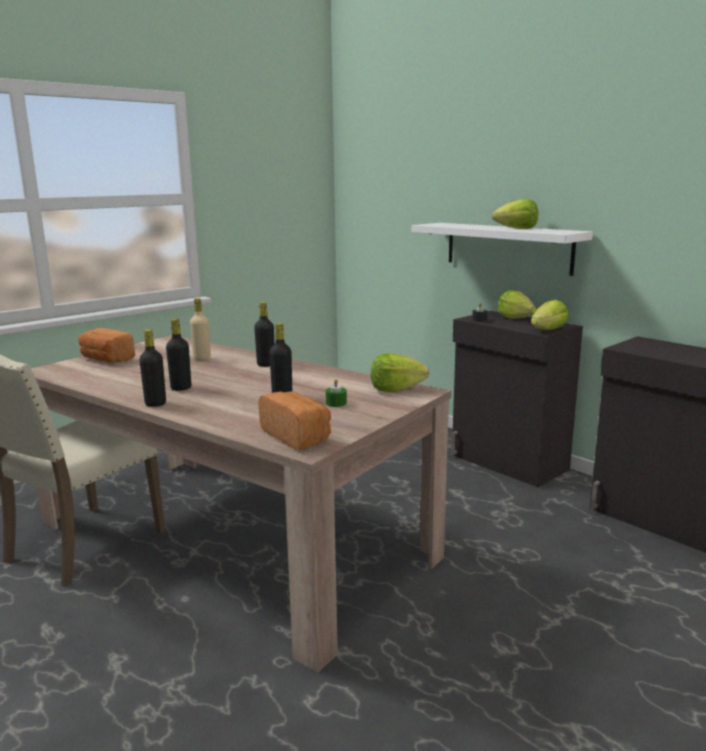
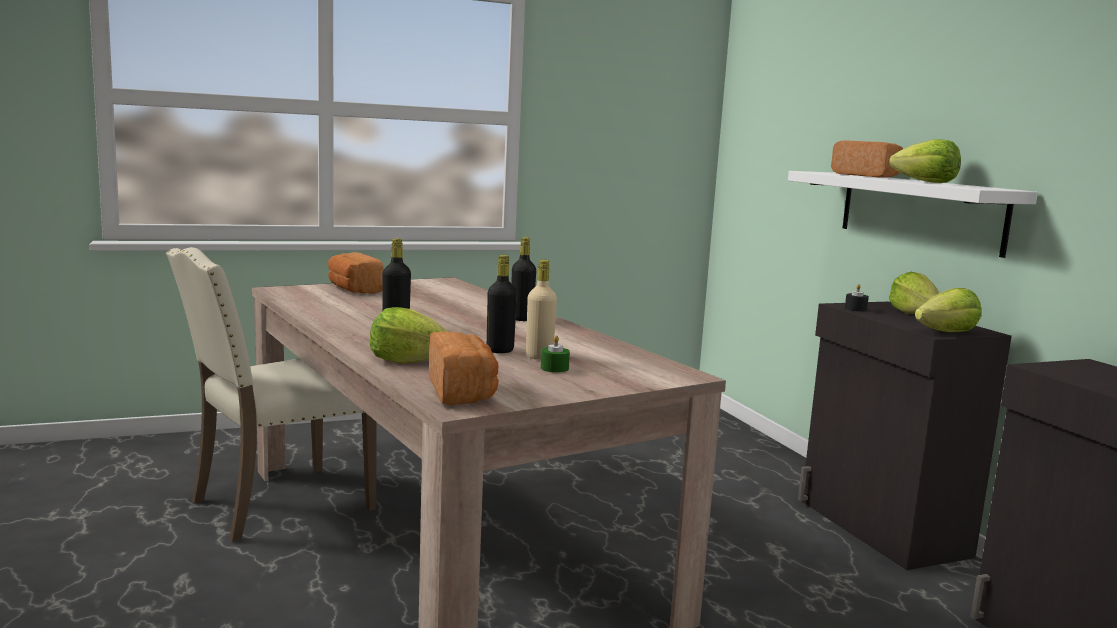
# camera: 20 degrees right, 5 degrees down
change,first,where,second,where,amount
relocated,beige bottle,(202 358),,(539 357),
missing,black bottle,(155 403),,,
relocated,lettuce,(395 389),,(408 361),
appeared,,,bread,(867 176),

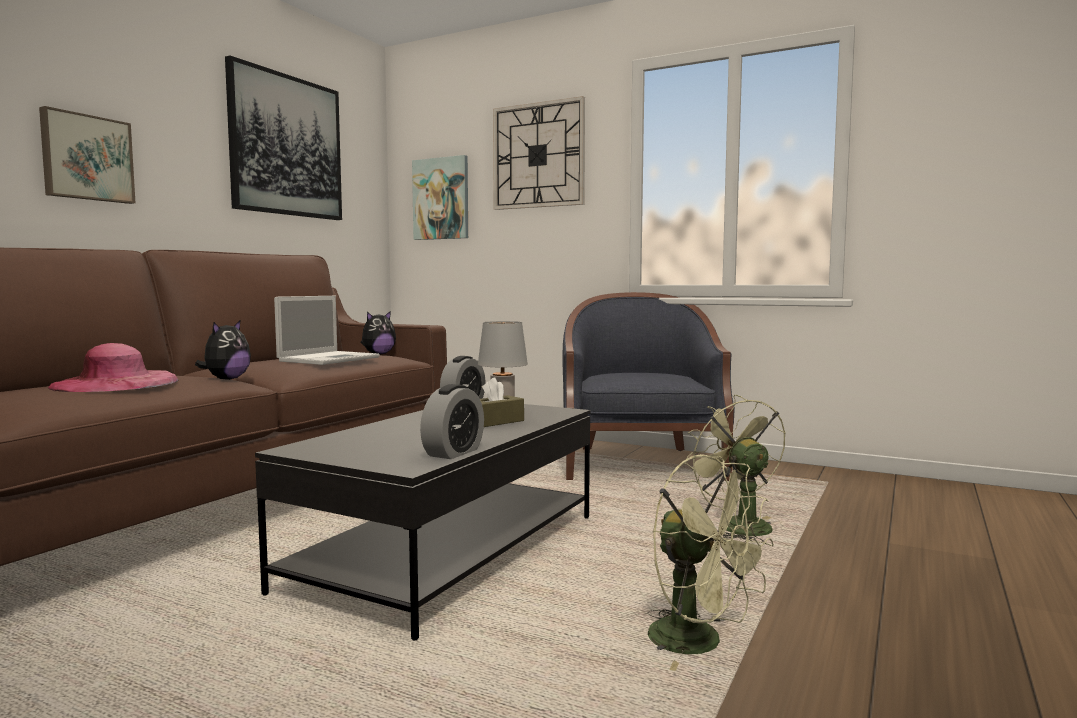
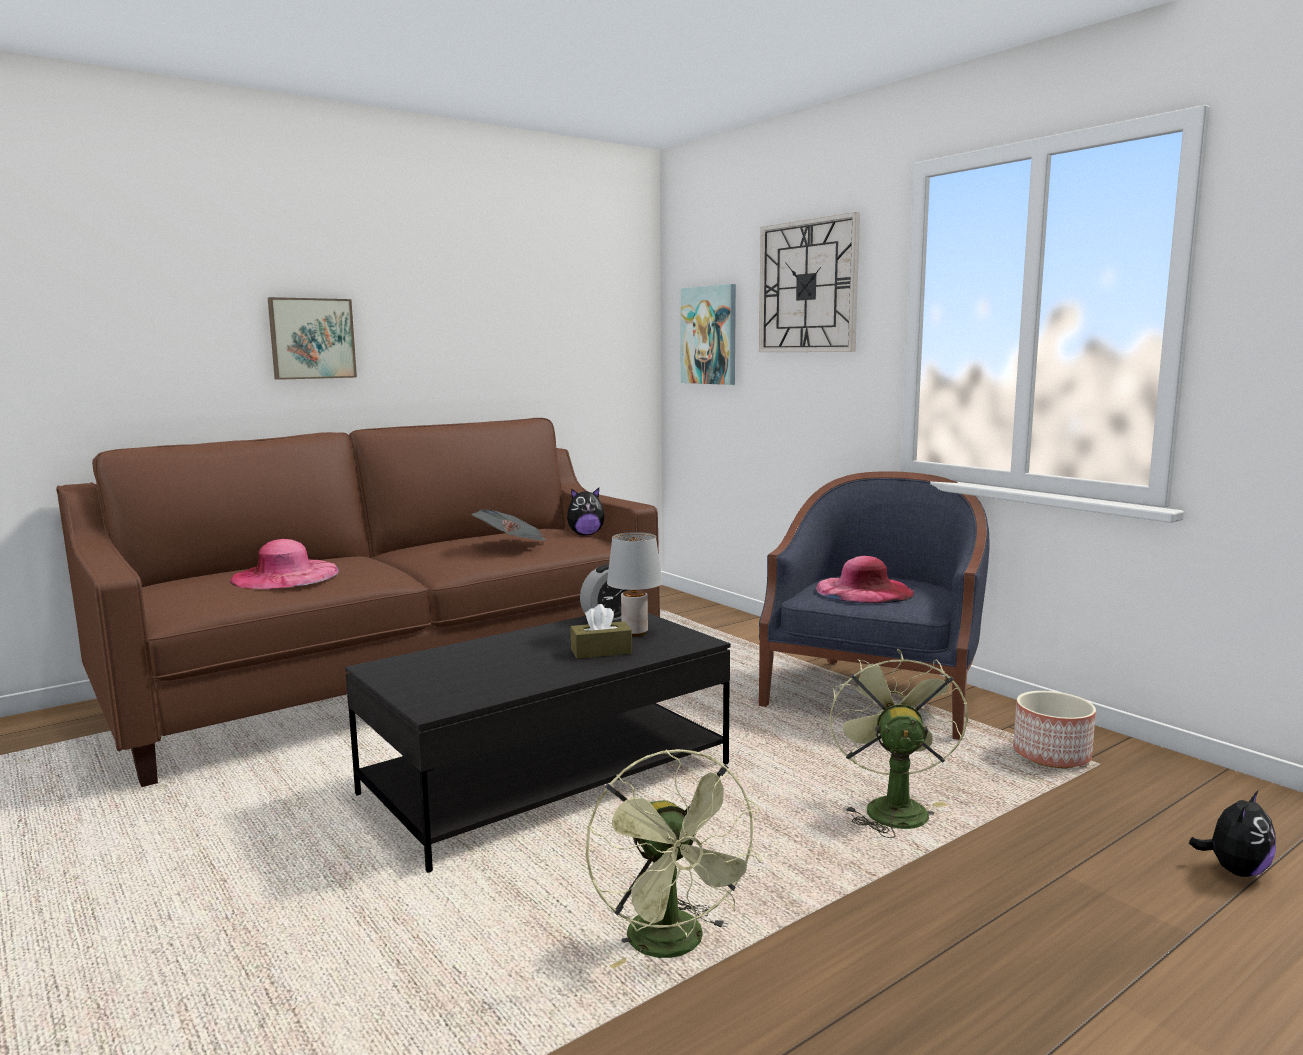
# camera: 25 degrees right, 5 degrees up
change,first,where,second,where,amount
missing,picture,(286 146),,,
exchanged,laptop,(330 359),newspaper,(513 546),
relocated,plush toy,(226 379),,(1234 870),
missing,alarm clock,(453 452),,,
appeared,,,pink hat,(864 590),
appeared,,,planter,(1052 756),

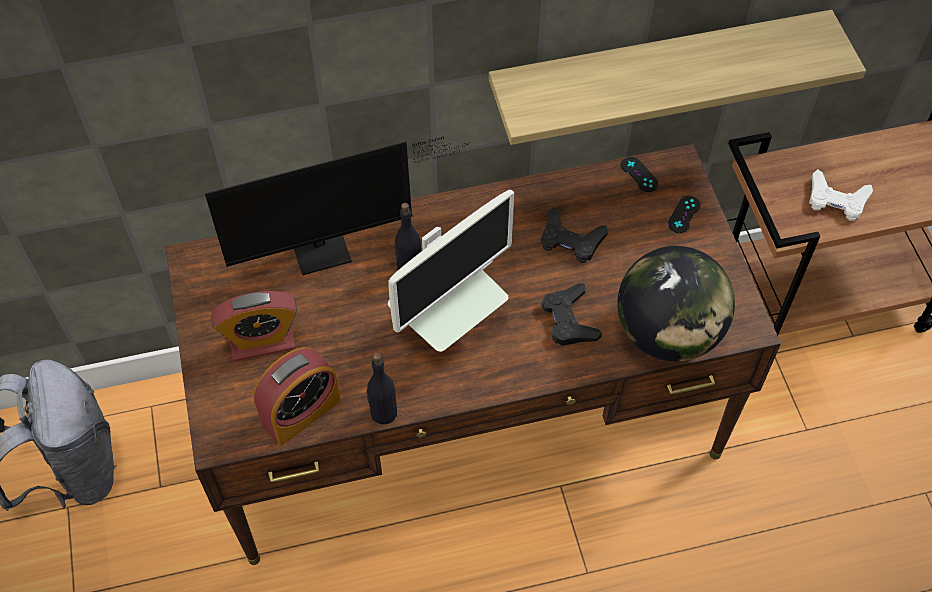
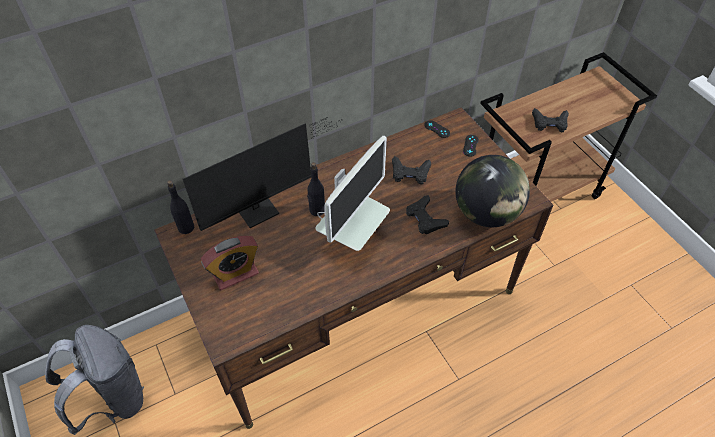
# camera: 15 degrees left, 5 degrees down
change,first,where,second,where,amount
missing,shelf,(657 70),,,
colour,white game controller,(836 200),black game controller,(549 123),
missing,alarm clock,(301 412),,,
relocated,black bottle,(383 413),,(186 228),

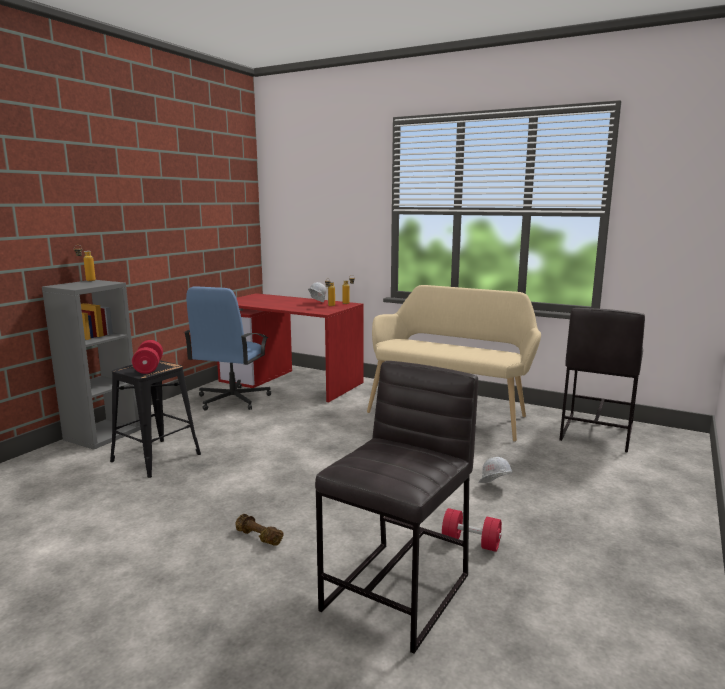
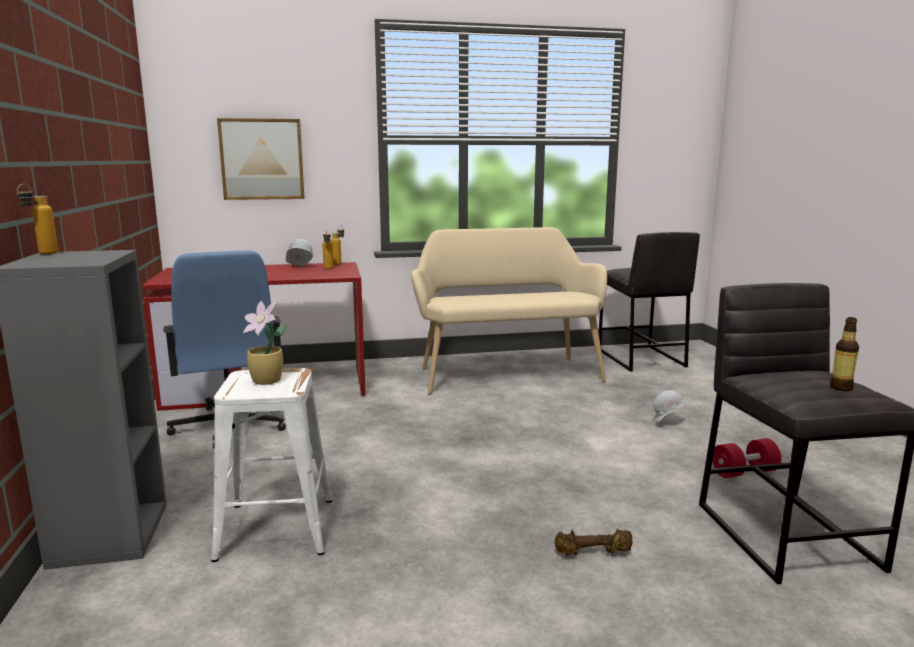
# camera: 40 degrees left, 0 degrees up
change,first,where,second,where,amount
exchanged,red dumbbell,(149 367),potted plant,(267 381),
colour,black stool,(155 457),white stool,(275 528),
appeared,,,picture,(262 159),
appeared,,,bottle,(841 388),

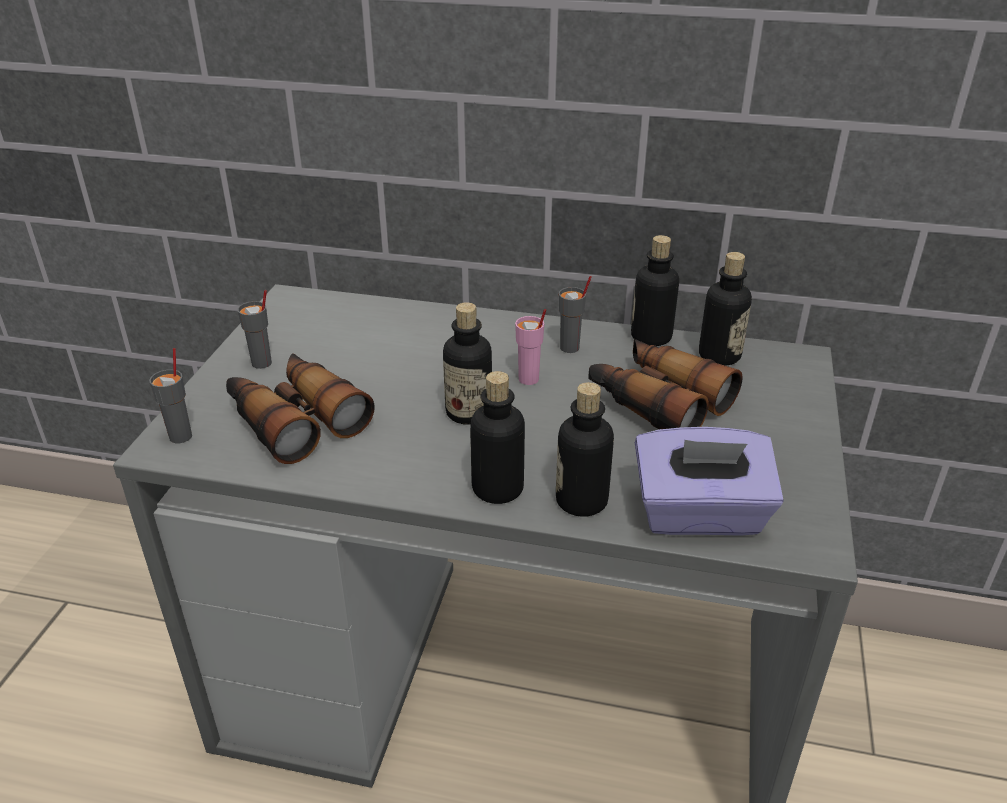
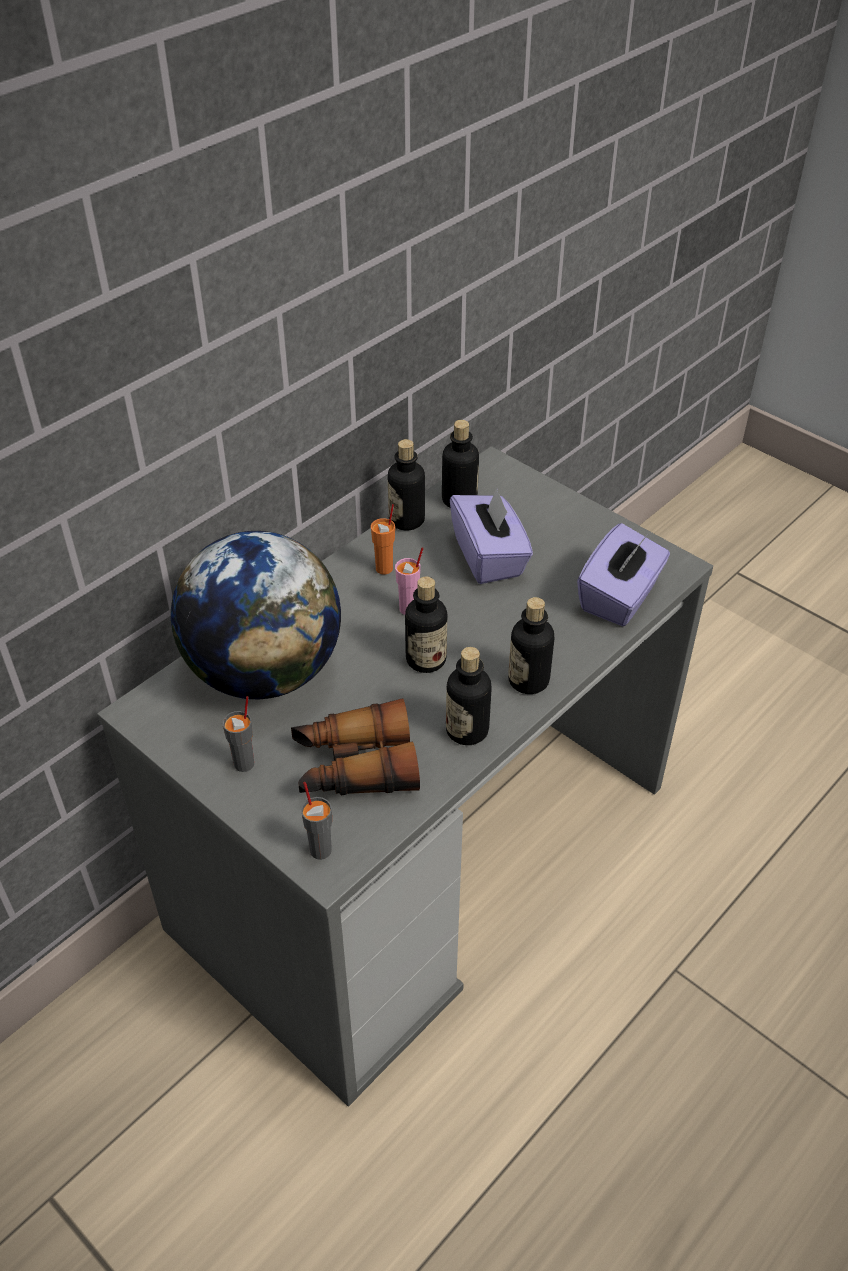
# camera: 60 degrees left, 10 degrees up
change,first,where,second,where,amount
colour,grey cup,(570 348),orange cup,(385 568),
exchanged,binoculars,(657 401),purple tissue box,(489 557),
relocated,bottle,(581 501),,(467 730),
appeared,,,globe,(265 672),

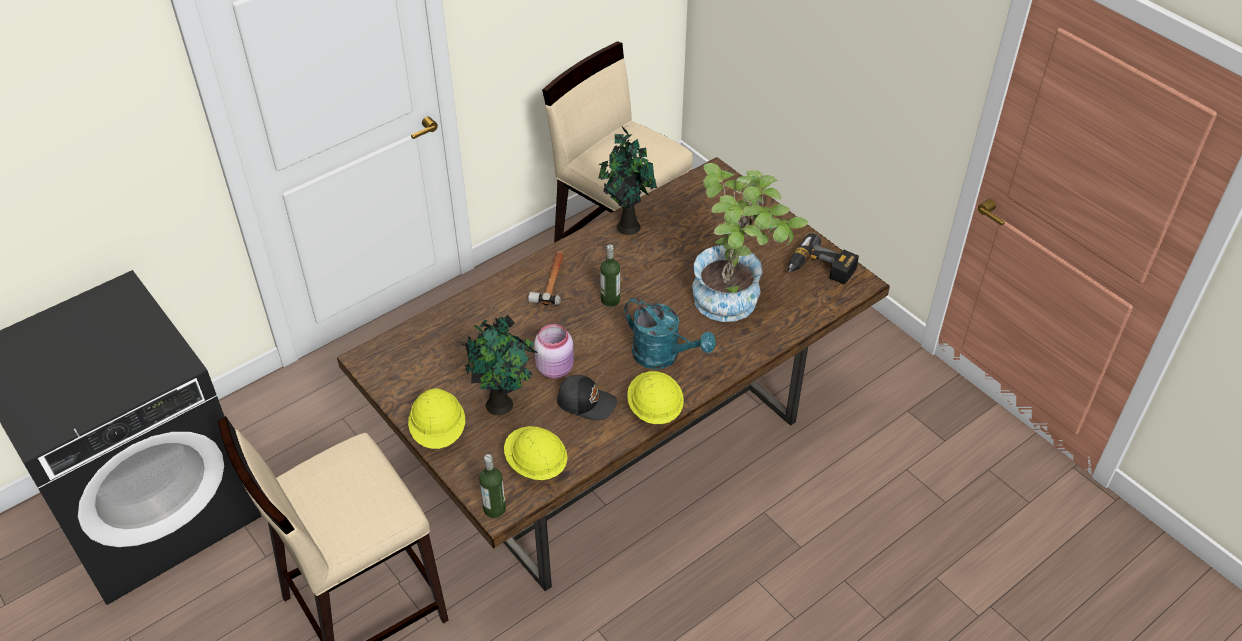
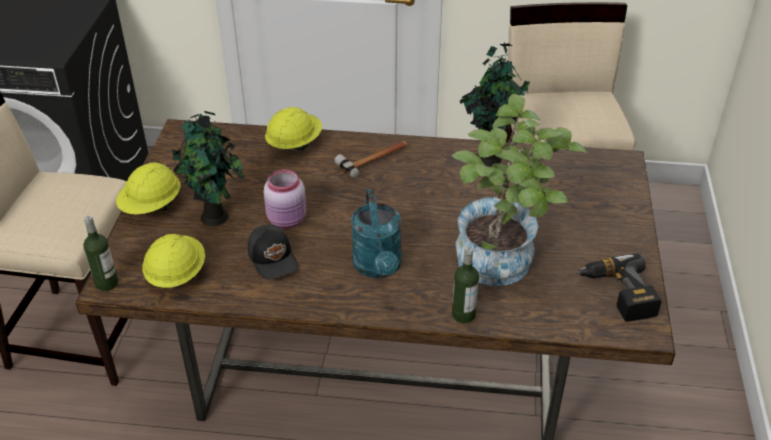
# camera: 45 degrees right, 5 degrees down
change,first,where,second,where,amount
relocated,bottle,(610 300),,(463 315),
relocated,yellow hard hat,(654 409),,(294 144),

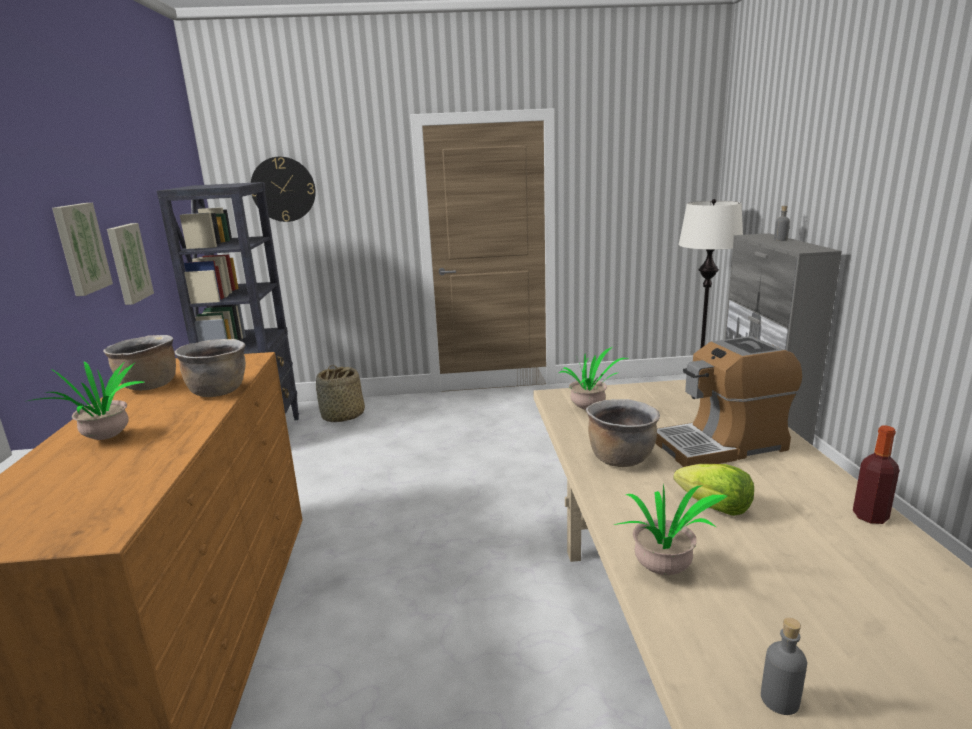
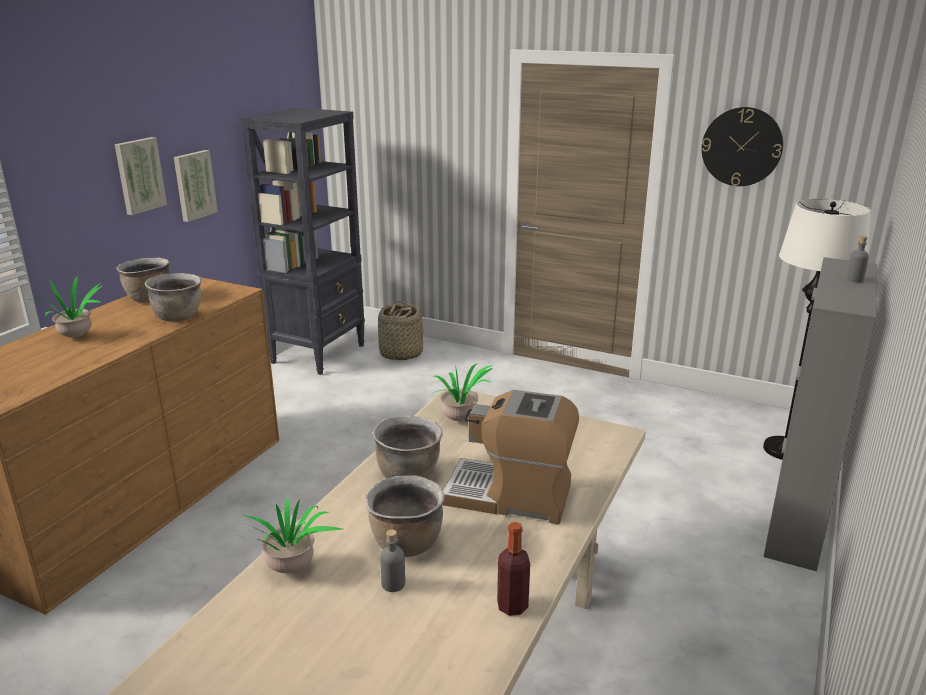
# camera: 30 degrees right, 5 degrees up
change,first,where,second,where,amount
relocated,wall clock,(283 189),,(741 147),
exchanged,lettuce,(714 507),brown cooking pot,(406 543),
relocated,grey bottle,(780 700),,(393 584),

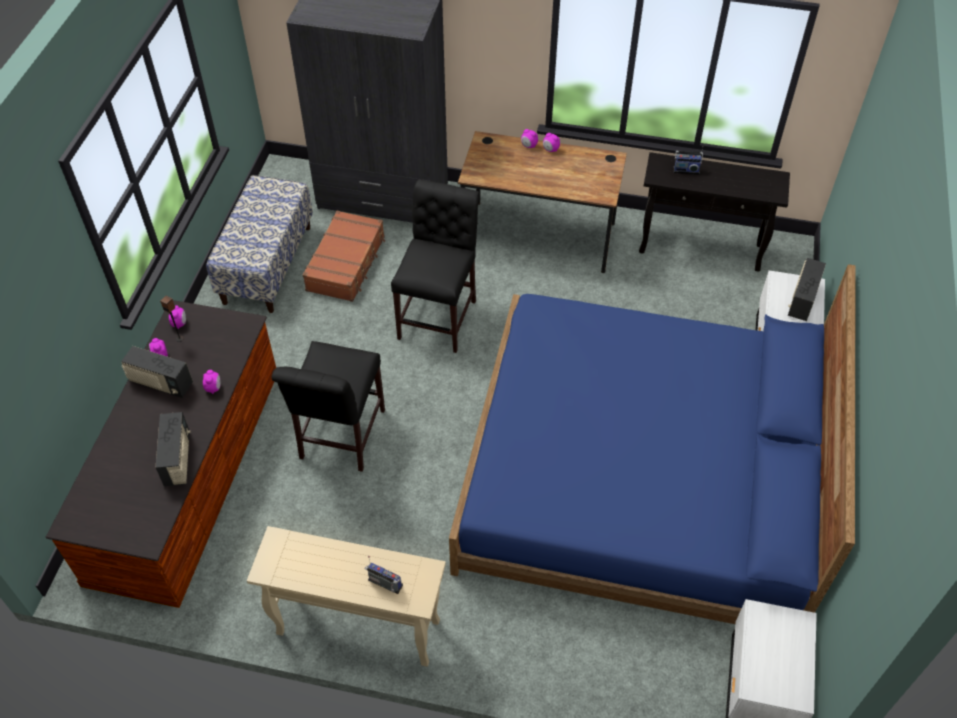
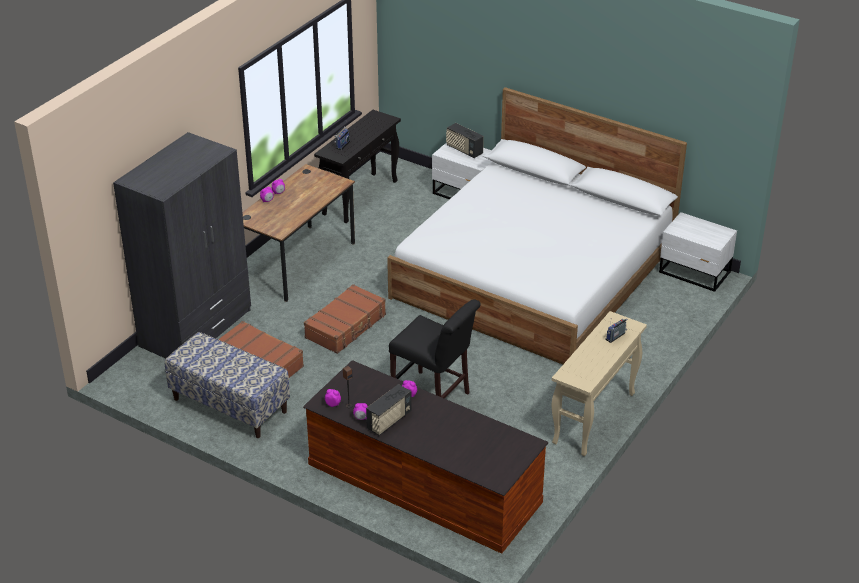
# camera: 70 degrees left, 15 degrees down
change,first,where,second,where,amount
exchanged,black chair,(440 316),brown suitcase,(346 326),
colour,blue bed,(640 475),white bed,(534 274),
missing,radio,(178 459),,,

